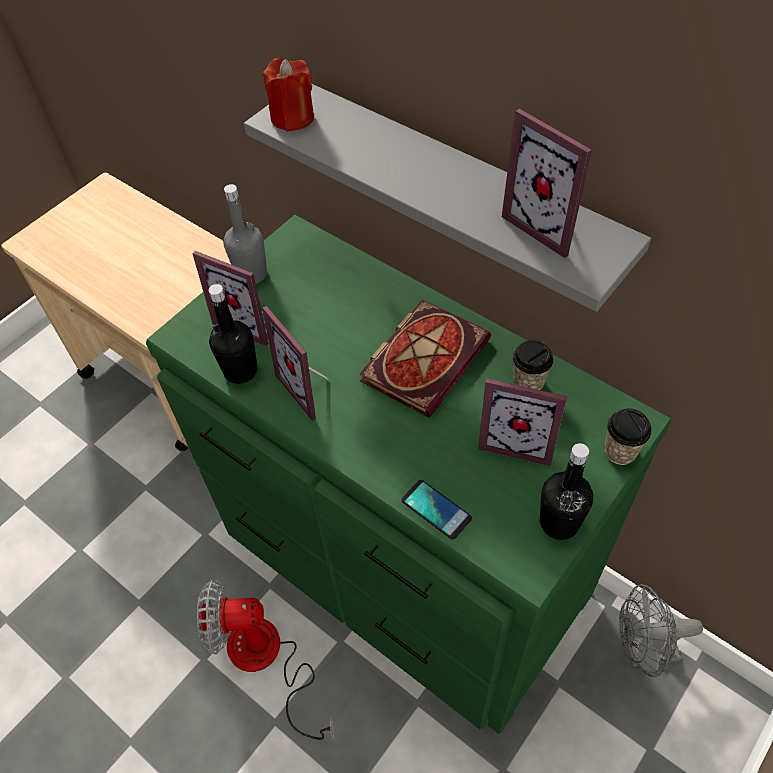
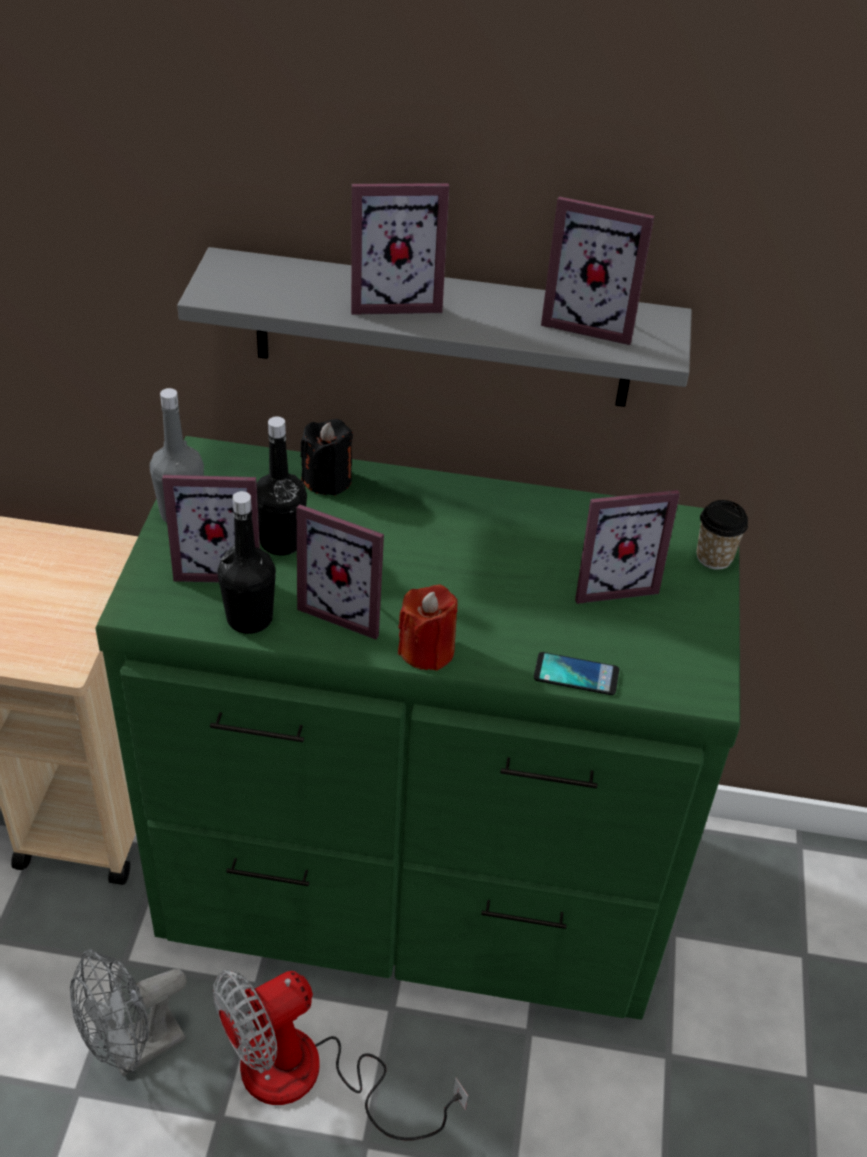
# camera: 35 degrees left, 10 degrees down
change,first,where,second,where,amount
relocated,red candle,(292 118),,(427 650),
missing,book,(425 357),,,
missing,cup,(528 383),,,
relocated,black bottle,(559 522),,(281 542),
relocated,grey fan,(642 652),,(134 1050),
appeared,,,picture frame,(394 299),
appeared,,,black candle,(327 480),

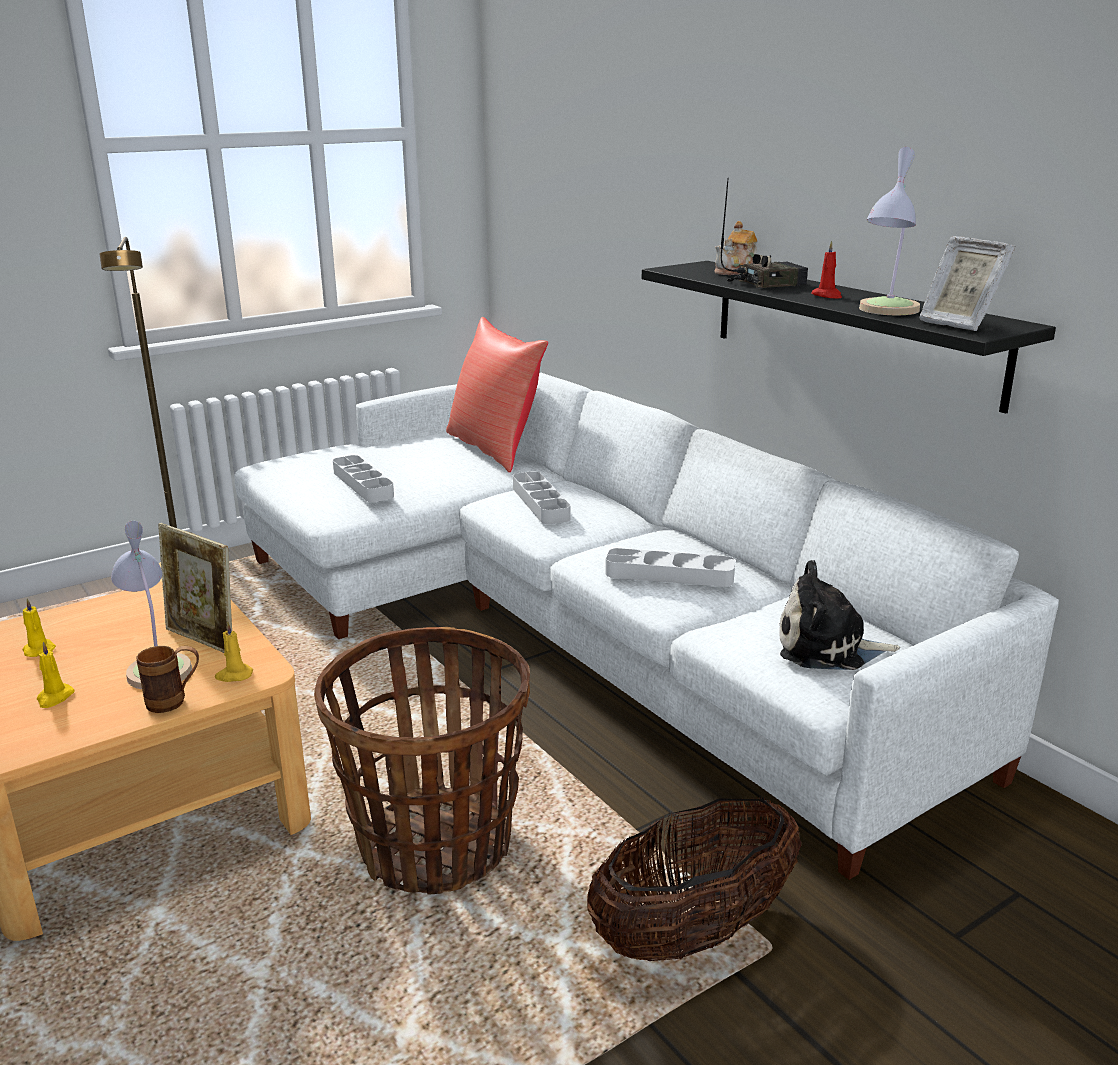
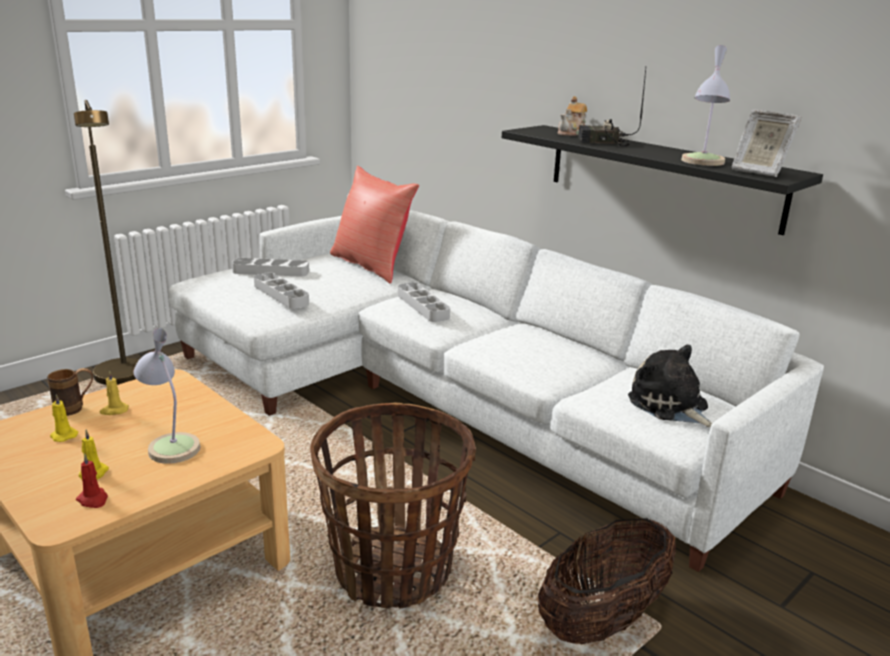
# camera: 10 degrees left, 0 degrees up
change,first,where,second,where,amount
spun,radio,(766 283),,(601 142),150 degrees counterclockwise
relocated,red candle,(827 296),,(93 500),
missing,picture frame,(203 640),,,
relocated,grey tray,(669 574),,(271 271),
spun,plush toy,(827 648),,(670 406),60 degrees clockwise
relocated,yellow candle,(234 675),,(114 410),
relocated,brown mug,(175 702),,(75 408),

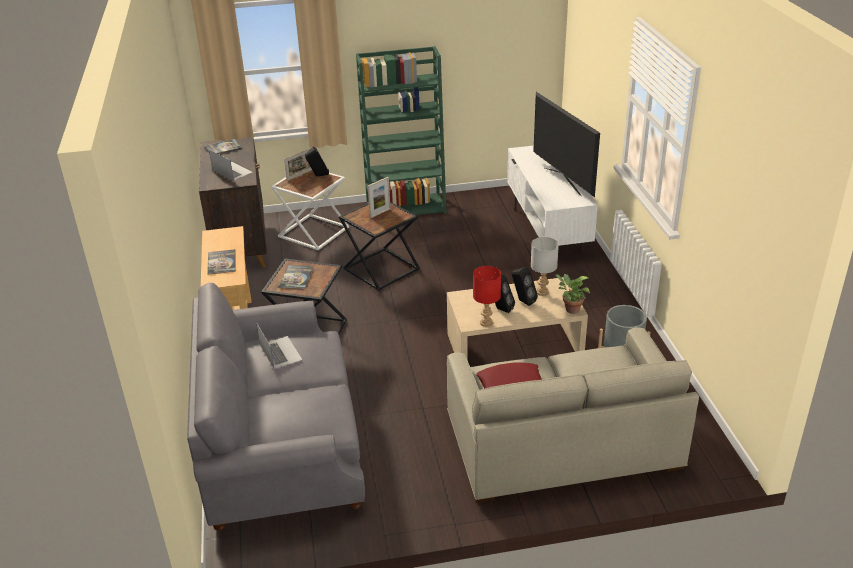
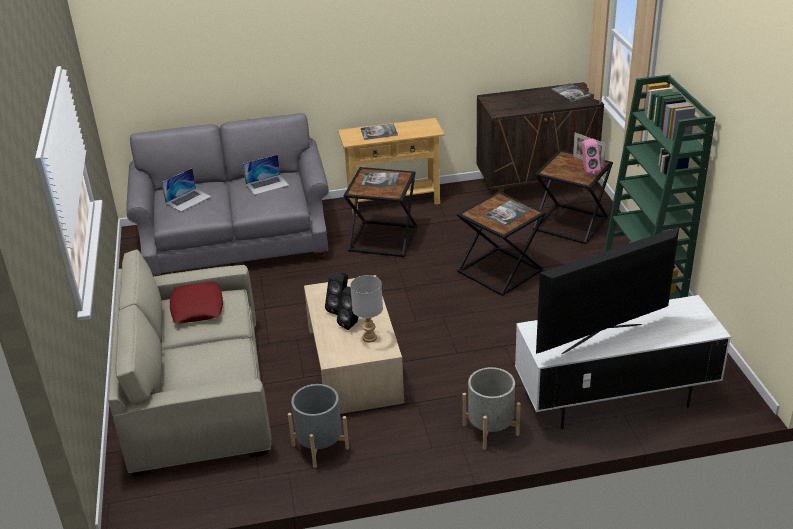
# camera: 90 degrees right, 0 degrees up
change,first,where,second,where,amount
colour,black speaker,(318 176),pink speaker,(587 172),
relocated,laptop,(232 171),,(188 199),
colour,white side table,(313 232),black side table,(571 224),
exchanged,picture frame,(380 213),book,(507 213),
missing,red table lamp,(486 323),,,
missing,potted plant,(570 309),,,
appeared,,,grey planter,(490 429),

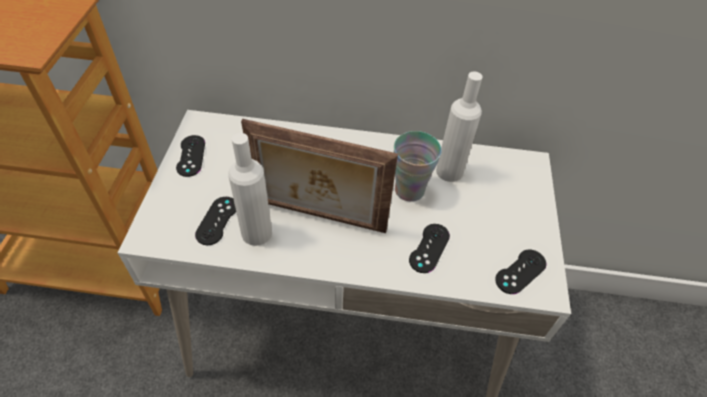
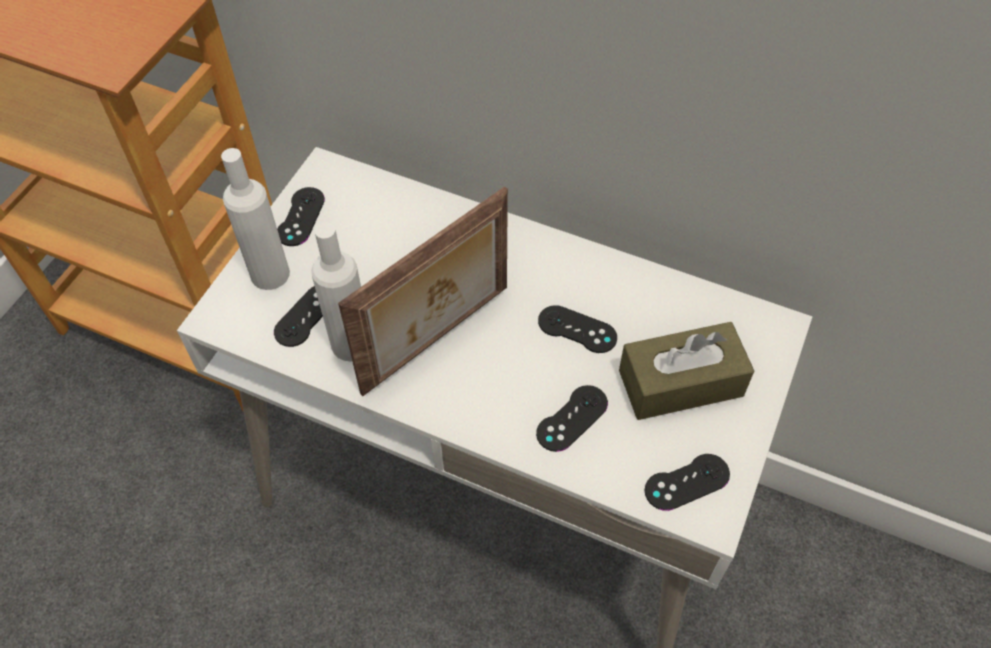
# camera: 20 degrees right, 5 degrees up
change,first,where,second,where,amount
relocated,white bottle,(449 171),,(270 274),
spun,picture frame,(318 217),,(438 341),75 degrees counterclockwise
exchanged,cup,(409 190),black game controller,(577 329),
appeared,,,brown tissue box,(680 383),

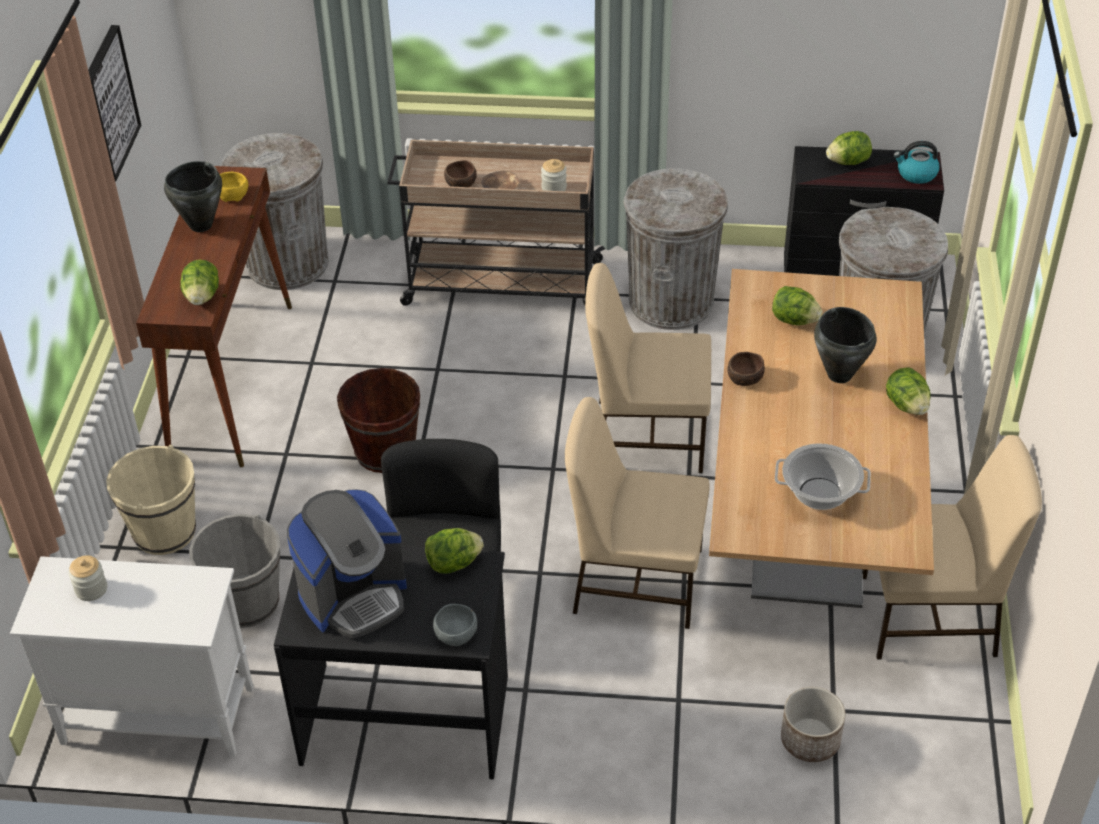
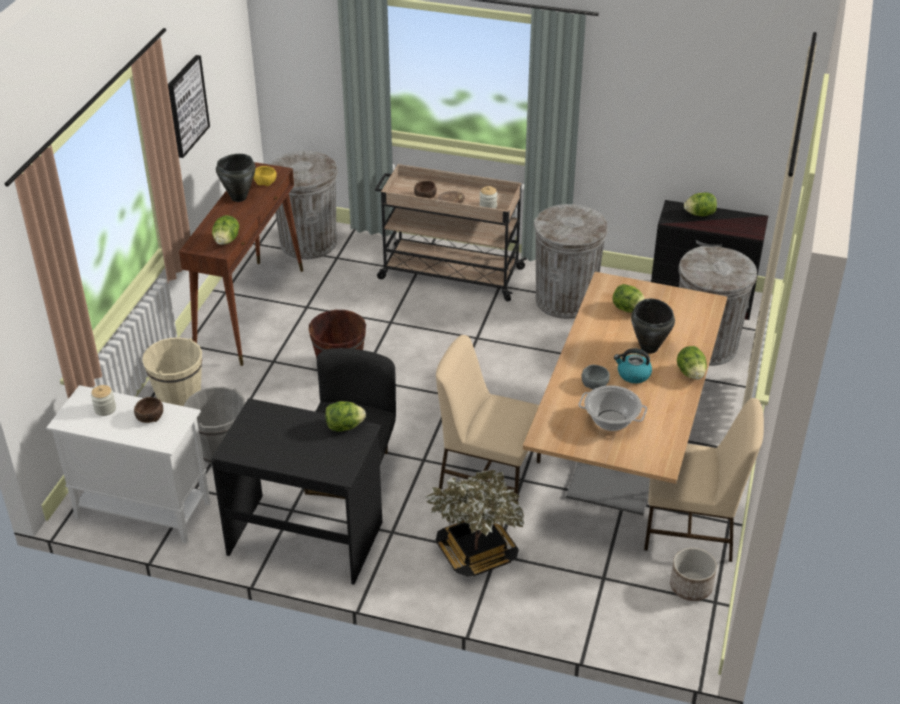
# camera: 10 degrees right, 5 degrees down
change,first,where,second,where,amount
relocated,kettle,(916 174),,(633 374),
missing,beige chair,(646 435),,,
relocated,brown bowl,(744 378),,(149 417),
missing,coffee machine,(354 596),,,
relocated,grey bowl,(457 633),,(595 384),
relocated,planter,(810 739),,(691 586),
appeared,,,potted plant,(476 553),

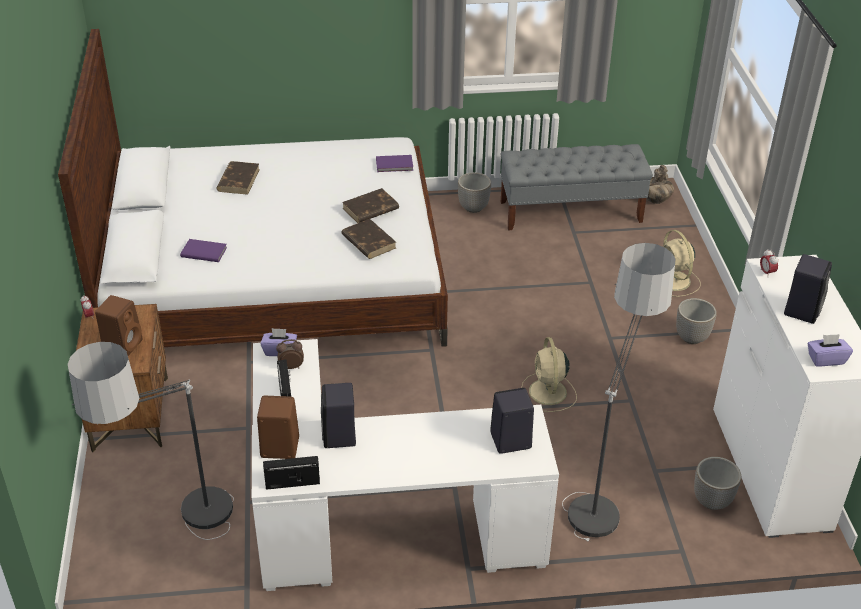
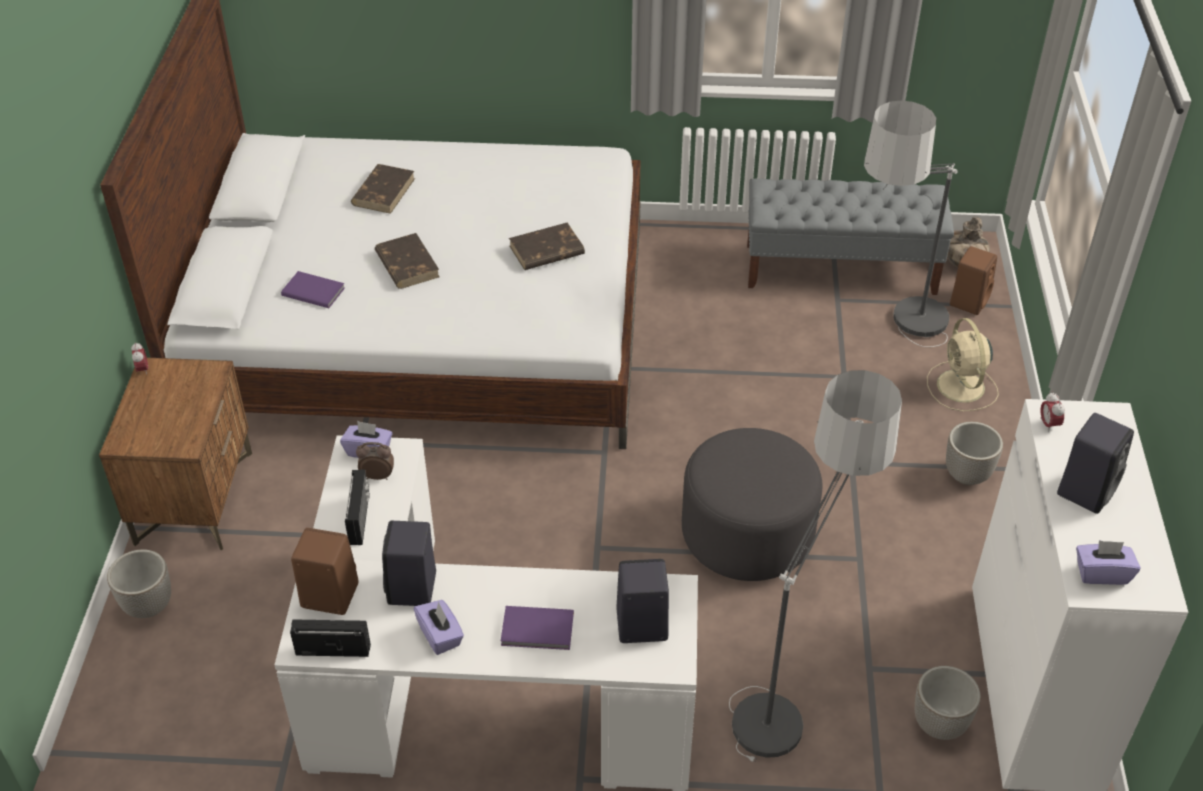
# camera: 10 degrees right, 5 degrees up
change,first,where,second,where,amount
relocated,purple book,(395 165),,(538 631),
relocated,planter,(473 208),,(149 606),
relocated,brown book,(368 241),,(407 264),
relocated,brown speaker,(123 344),,(969 300),
exchanged,beige fan,(548 393),grey ottoman,(747 534),
relocated,floor lamp,(179 538),,(894 342),
appeared,,,purple tissue box,(440 636),

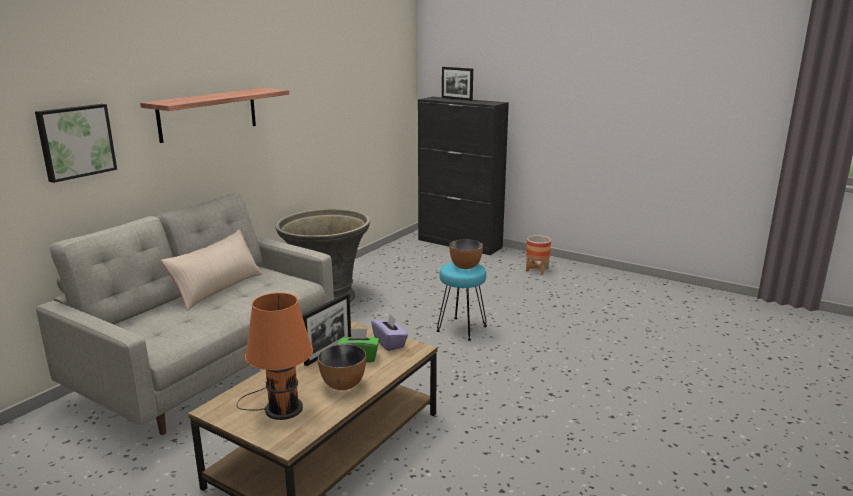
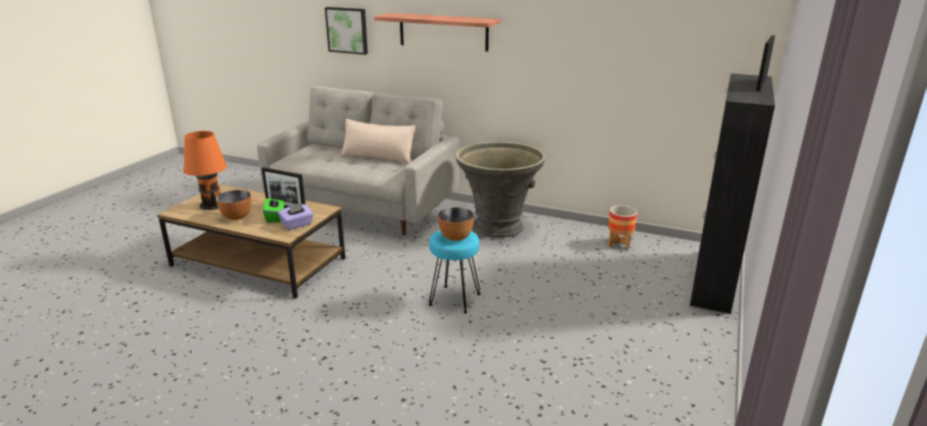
# camera: 80 degrees right, 5 degrees up
change,first,where,second,where,amount
relocated,planter,(537 270),,(619 243),

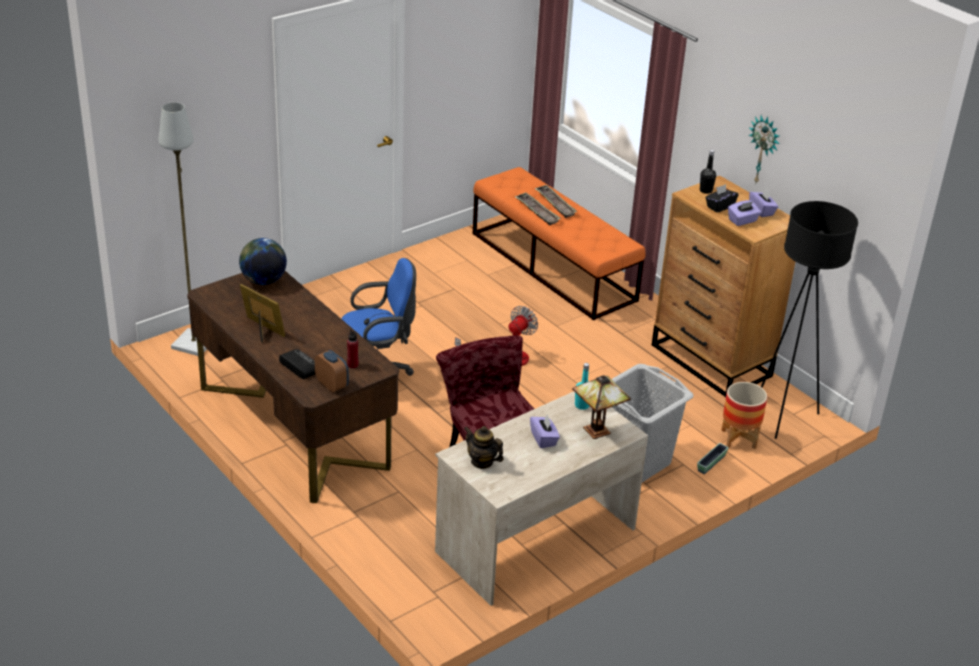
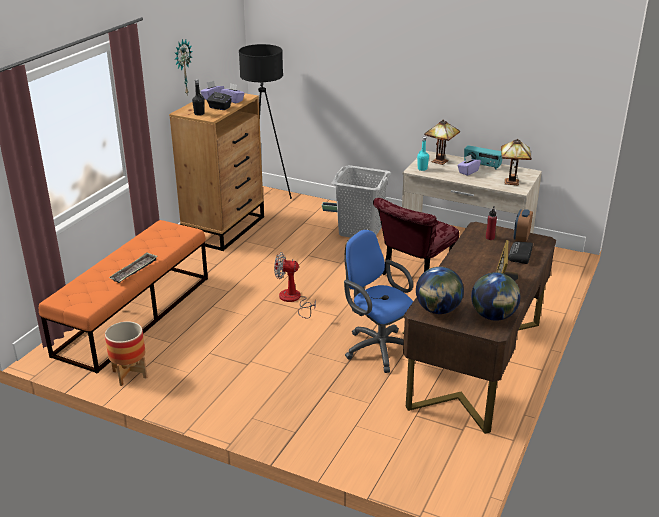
# camera: 115 degrees left, 5 degrees down
change,first,where,second,where,amount
missing,grey floor lamp,(193 343),,,
missing,tray,(555 204),,,
relocated,planter,(738 439),,(129 374),
exchanged,teapot,(482 462),table lamp,(513 182),
appeared,,,radio,(482 165),
appeared,,,globe,(493 316),

